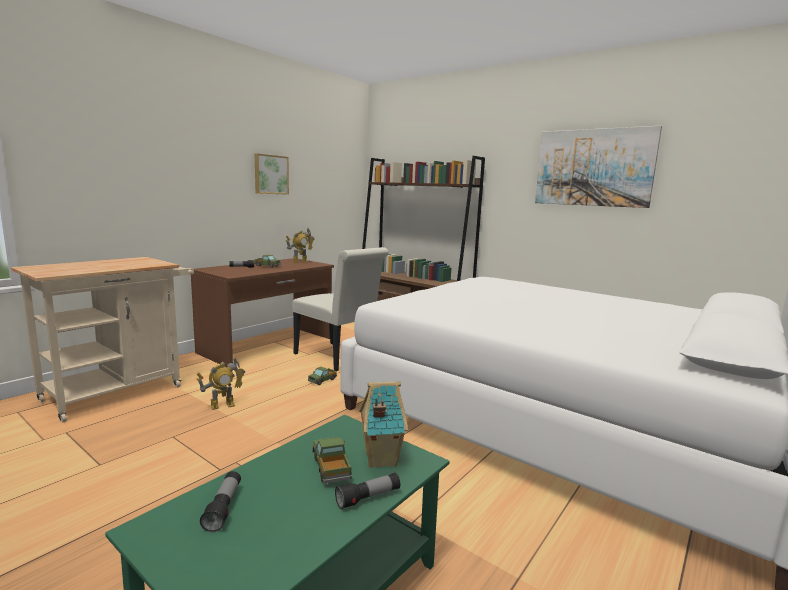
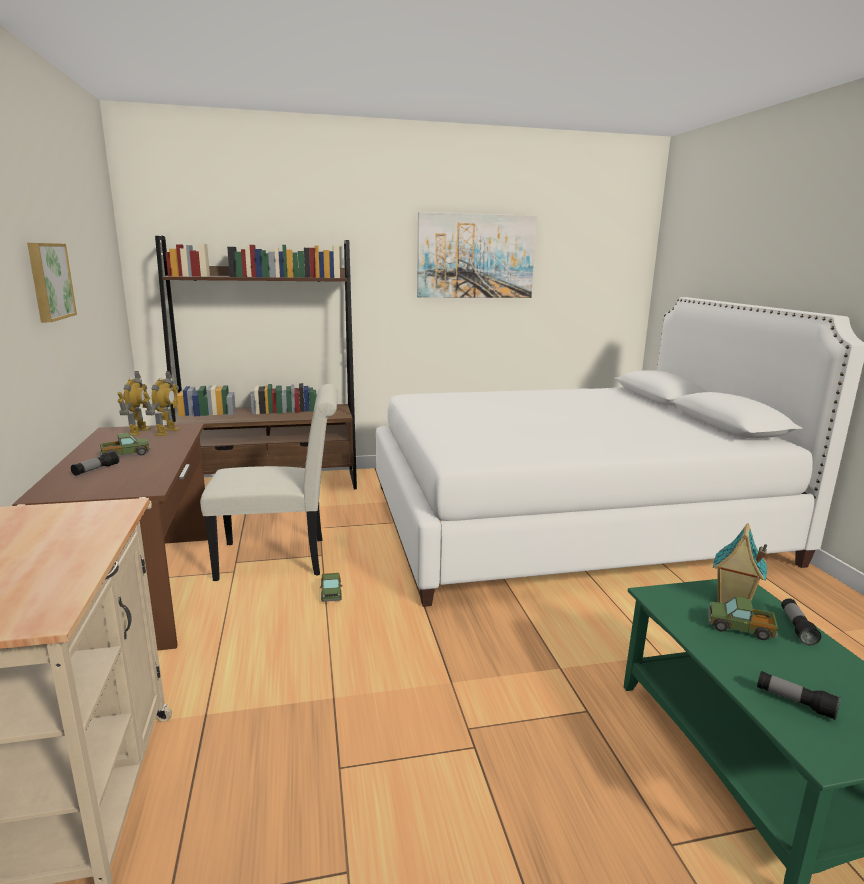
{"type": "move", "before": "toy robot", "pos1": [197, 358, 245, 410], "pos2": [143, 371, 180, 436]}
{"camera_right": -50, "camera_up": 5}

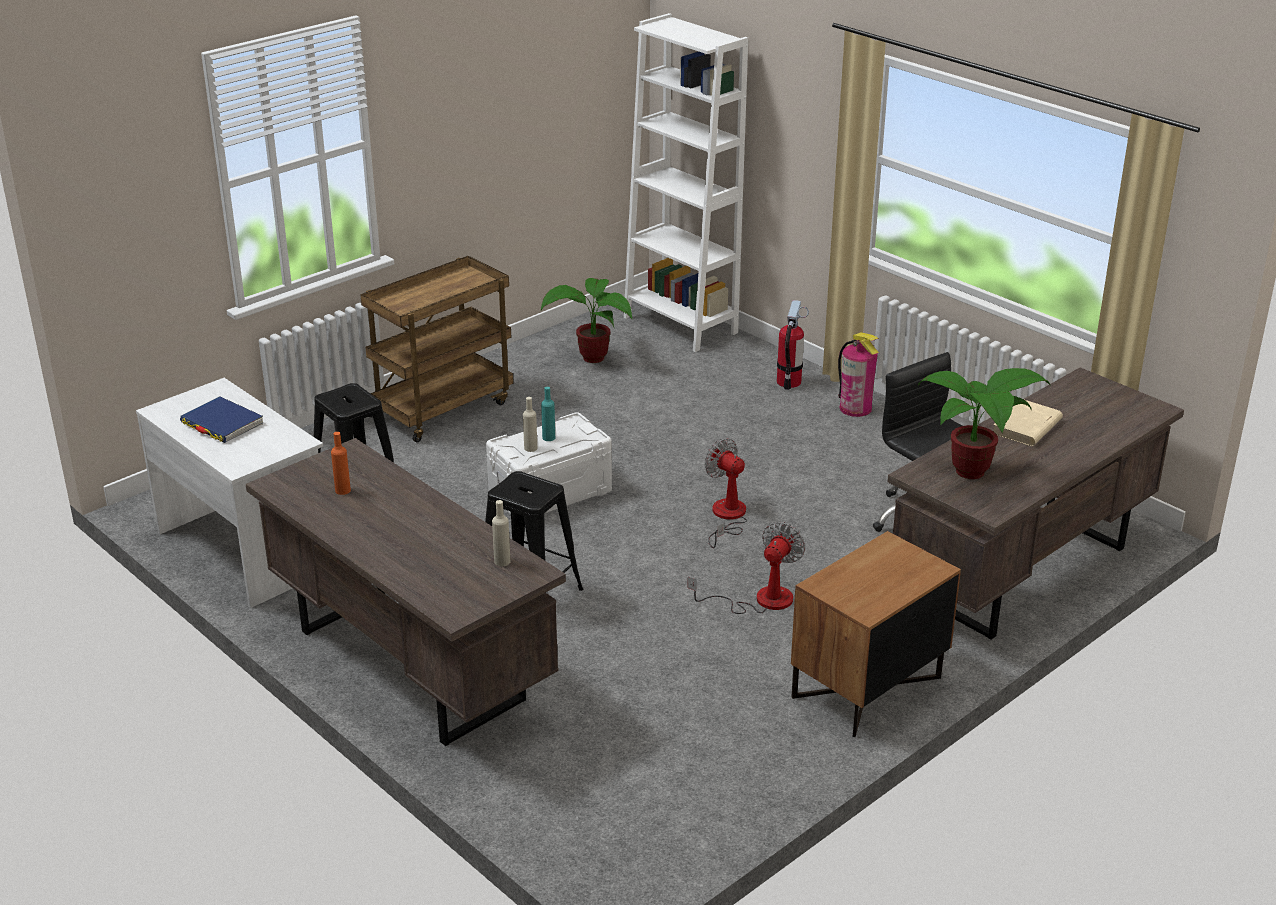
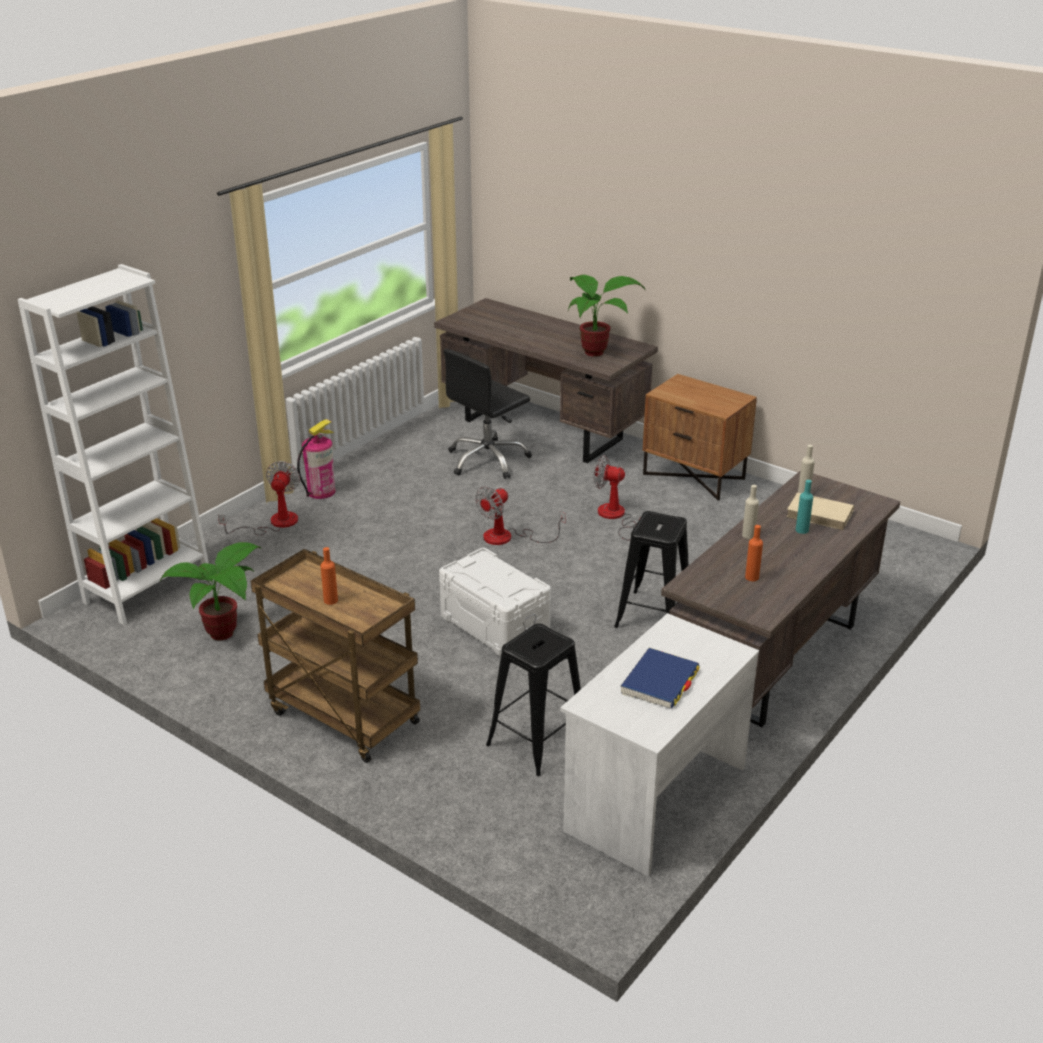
{"type": "insert", "after": "bottle in orange", "pos2": [320, 547, 338, 605]}
{"type": "move", "before": "bottle in beige", "pos1": [523, 397, 537, 452], "pos2": [742, 485, 759, 539]}
{"type": "move", "before": "bottle in turquoise", "pos1": [541, 387, 555, 441], "pos2": [796, 480, 813, 534]}
{"type": "move", "before": "book in beige", "pos1": [993, 400, 1063, 446], "pos2": [786, 493, 854, 530]}
{"type": "replace", "before": "fire extinguisher", "after": "fan", "pos1": [777, 300, 809, 390], "pos2": [218, 461, 300, 535]}
{"camera_right": -100, "camera_up": 0}

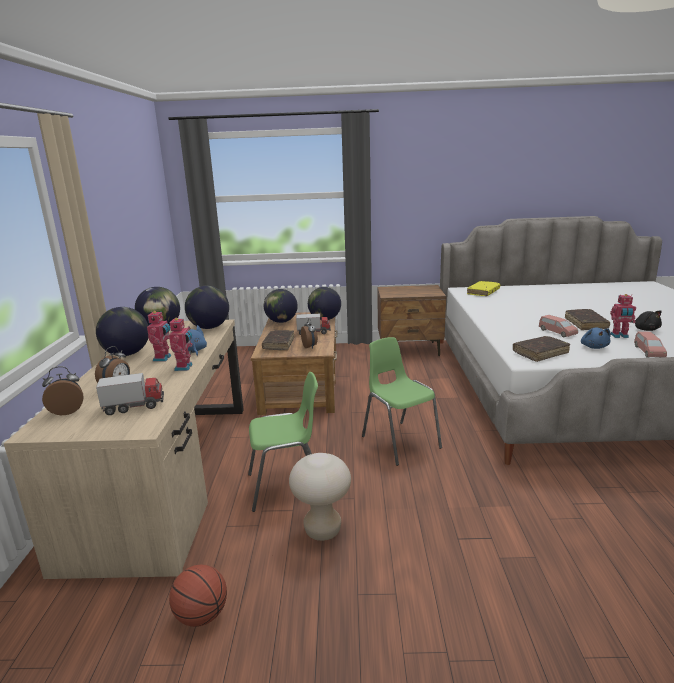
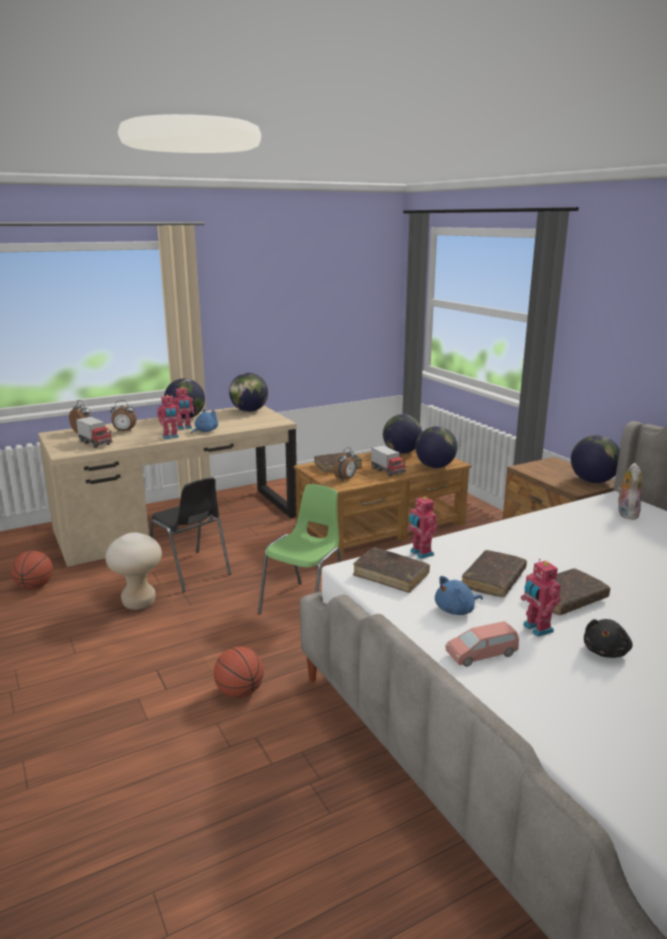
{"type": "insert", "after": "basketball", "pos2": [214, 646, 264, 698]}
{"type": "insert", "after": "toy robot", "pos2": [407, 495, 437, 559]}
{"type": "move", "before": "globe", "pos1": [185, 286, 229, 329], "pos2": [571, 435, 620, 483]}
{"type": "replace", "before": "book in yellow", "after": "plush toy", "pos1": [467, 281, 500, 296], "pos2": [617, 463, 642, 520]}
{"type": "replace", "before": "toy car in pink", "after": "book in brown", "pos1": [539, 315, 578, 337], "pos2": [462, 550, 527, 597]}
{"type": "recolor", "before": "chair in green", "after": "chair in black", "pos1": [248, 372, 318, 512], "pos2": [150, 477, 231, 593]}
{"camera_right": 60, "camera_up": 0}

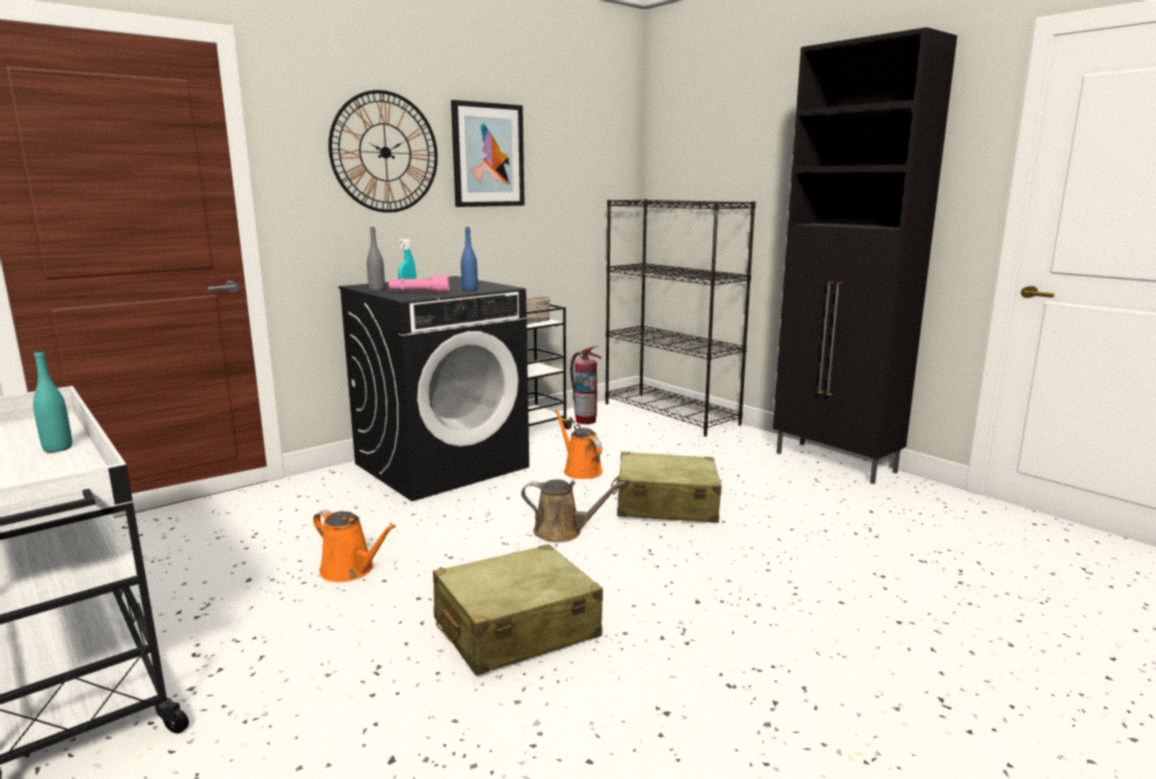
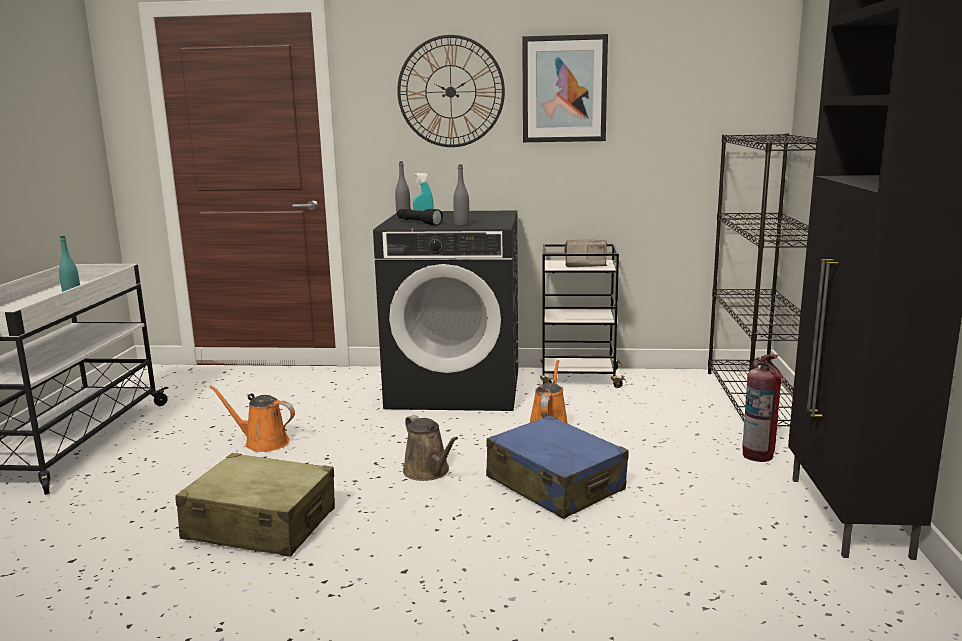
{"type": "move", "before": "fire extinguisher", "pos1": [570, 346, 602, 424], "pos2": [742, 354, 781, 462]}
{"type": "recolor", "before": "flashlight in pink", "after": "flashlight in black", "pos1": [388, 275, 450, 293], "pos2": [397, 208, 443, 225]}
{"type": "recolor", "before": "bottle in blue", "after": "bottle in grey", "pos1": [461, 227, 478, 291], "pos2": [453, 164, 469, 226]}
{"type": "recolor", "before": "suitcase in beige", "after": "suitcase in blue", "pos1": [611, 452, 722, 523], "pos2": [486, 415, 629, 519]}
{"type": "rotate", "before": "watering can in orange", "pos1": [313, 510, 396, 582], "pos2": [209, 385, 295, 452], "turn": 120}
{"camera_right": 45, "camera_up": 0}

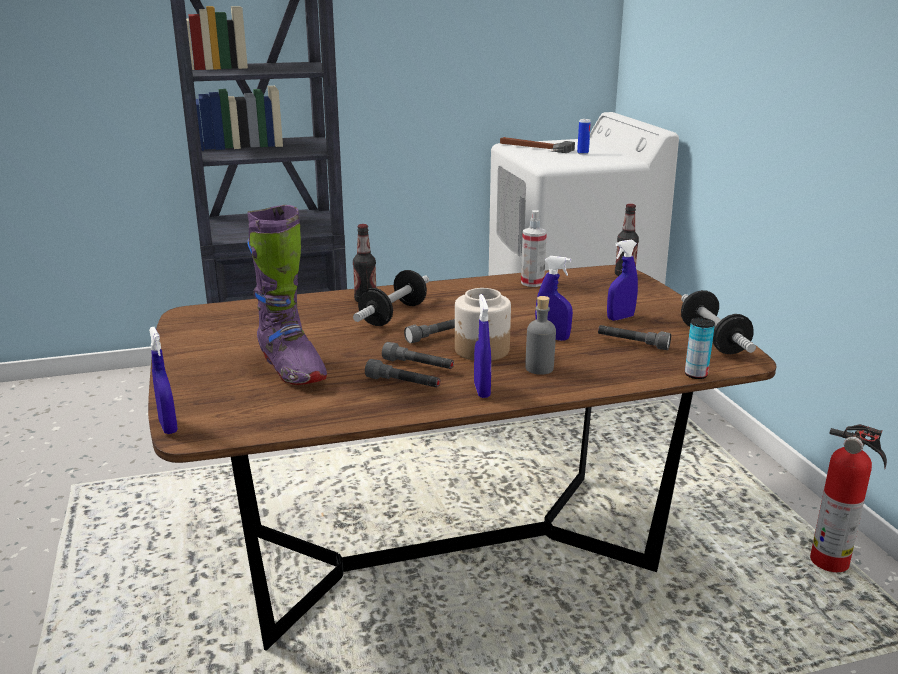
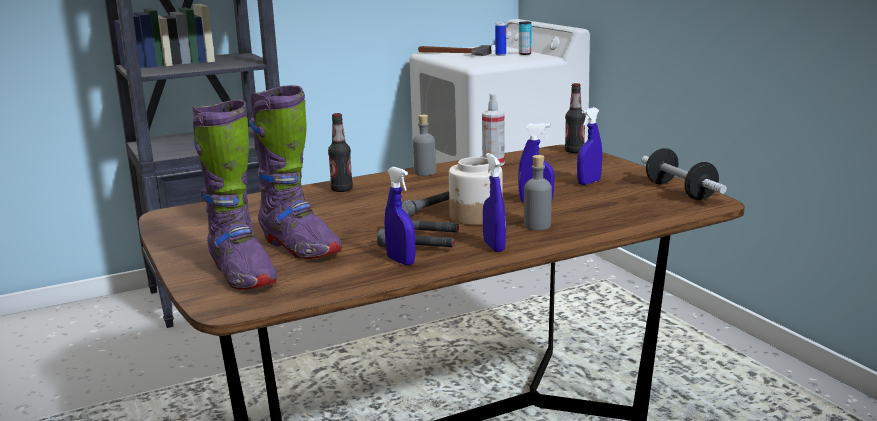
{"type": "delete", "before": "dumbbell", "pos1": [353, 270, 429, 326]}
{"type": "delete", "before": "flashlight in grey", "pos1": [598, 325, 671, 350]}
{"type": "delete", "before": "fire extinguisher", "pos1": [810, 424, 887, 572]}
{"type": "insert", "after": "boot in purple", "pos2": [192, 99, 277, 290]}
{"type": "insert", "after": "bottle in grey", "pos2": [413, 115, 436, 176]}
{"type": "move", "before": "spray bottle in blue", "pos1": [149, 327, 178, 434], "pos2": [385, 167, 416, 265]}
{"type": "move", "before": "can", "pos1": [685, 318, 715, 379], "pos2": [519, 21, 531, 55]}
{"camera_right": -10, "camera_up": -5}

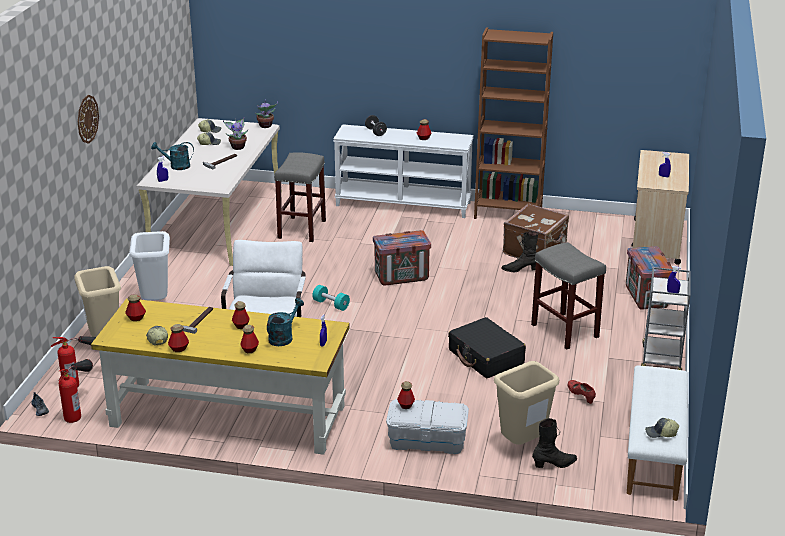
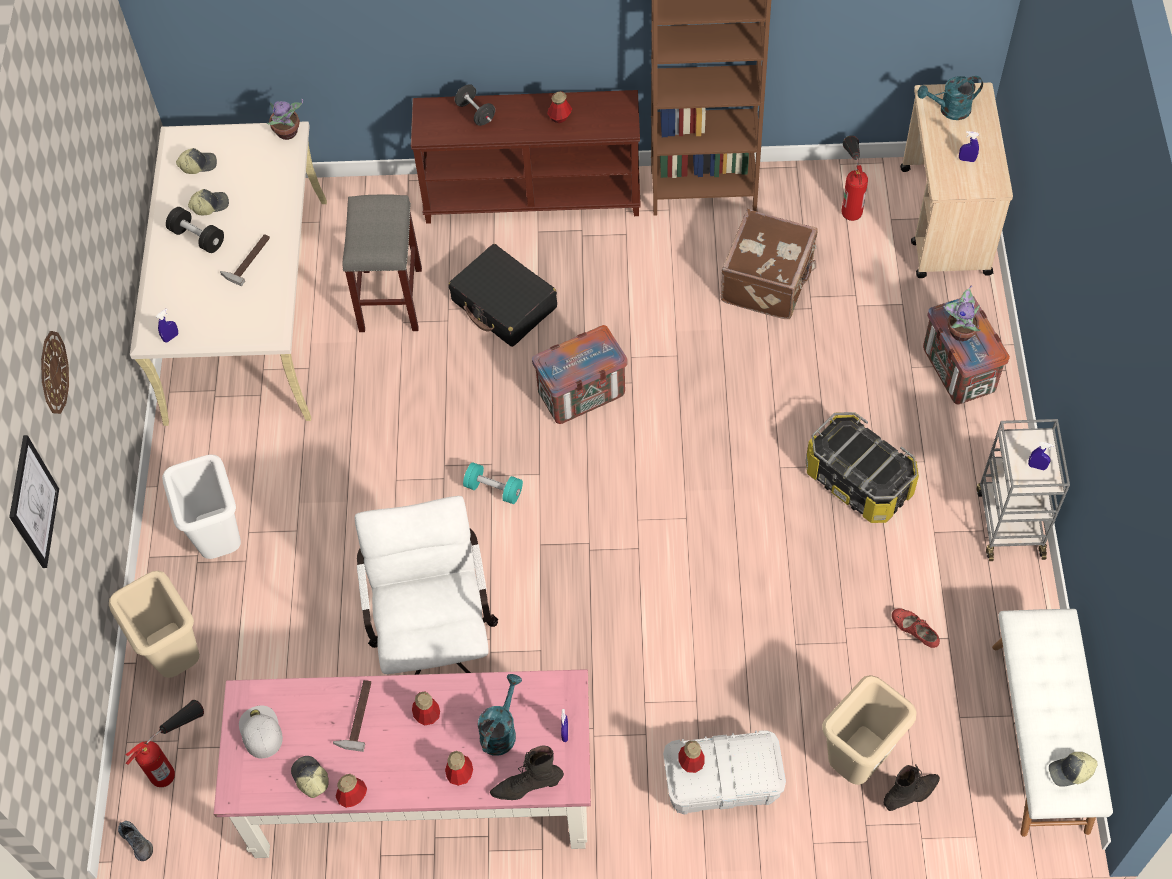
{"type": "insert", "after": "picture", "pos2": [9, 435, 59, 568]}
{"type": "insert", "after": "dumbbell in black", "pos2": [166, 207, 224, 253]}
{"type": "move", "before": "fire extinguisher", "pos1": [59, 359, 93, 423], "pos2": [842, 135, 868, 221]}
{"type": "move", "before": "watering can in turquoise", "pos1": [151, 142, 194, 170], "pos2": [918, 76, 983, 120]}
{"type": "move", "before": "potted plant", "pos1": [223, 117, 248, 150], "pos2": [943, 285, 981, 341]}
{"type": "move", "before": "suitcase in black", "pos1": [448, 317, 526, 378], "pos2": [448, 244, 557, 347]}
{"type": "move", "before": "boot in black", "pos1": [502, 231, 538, 272], "pos2": [490, 746, 564, 800]}
{"type": "replace", "before": "bottle", "after": "cap in white", "pos1": [125, 294, 146, 321], "pos2": [239, 705, 283, 759]}
{"type": "replace", "before": "stool in grey", "after": "storage box", "pos1": [531, 242, 606, 350], "pos2": [806, 412, 919, 523]}
{"type": "recolor", "before": "desk in yellow", "after": "desk in pink", "pos1": [91, 298, 350, 455], "pos2": [214, 669, 591, 858]}
{"type": "recolor", "before": "console table in white", "after": "console table in brown", "pos1": [333, 124, 474, 218], "pos2": [411, 90, 641, 224]}
{"camera_right": -10, "camera_up": 30}

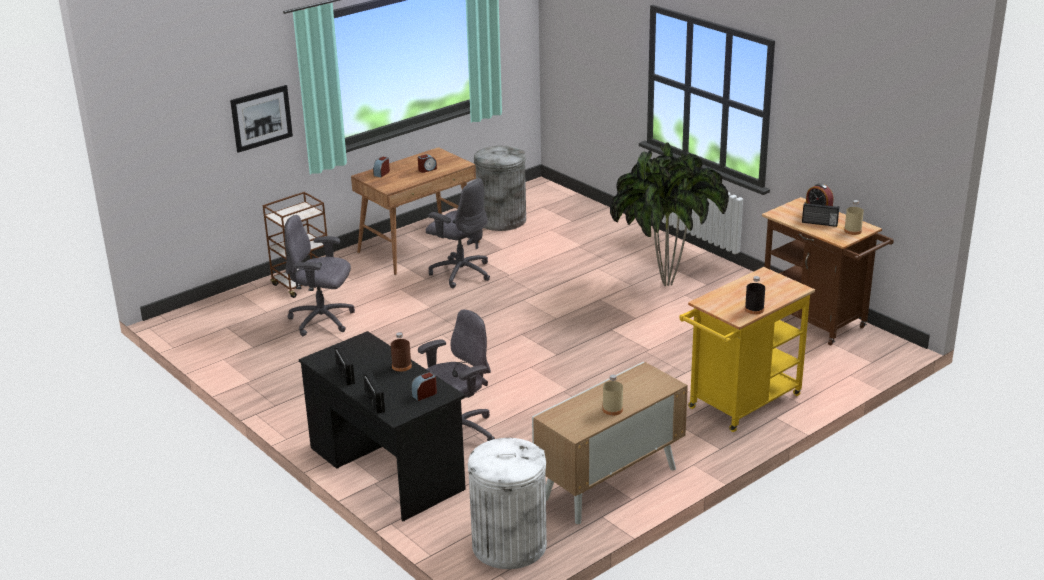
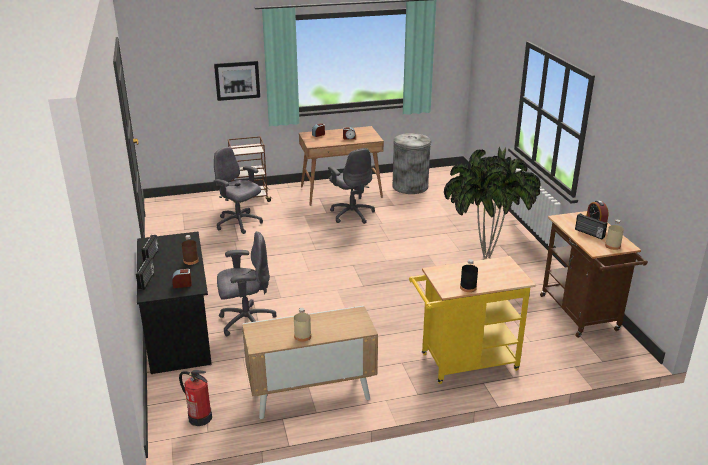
{"type": "replace", "before": "trash can in white", "after": "fire extinguisher", "pos1": [468, 438, 547, 569], "pos2": [179, 370, 212, 426]}
{"camera_right": 25, "camera_up": 0}

